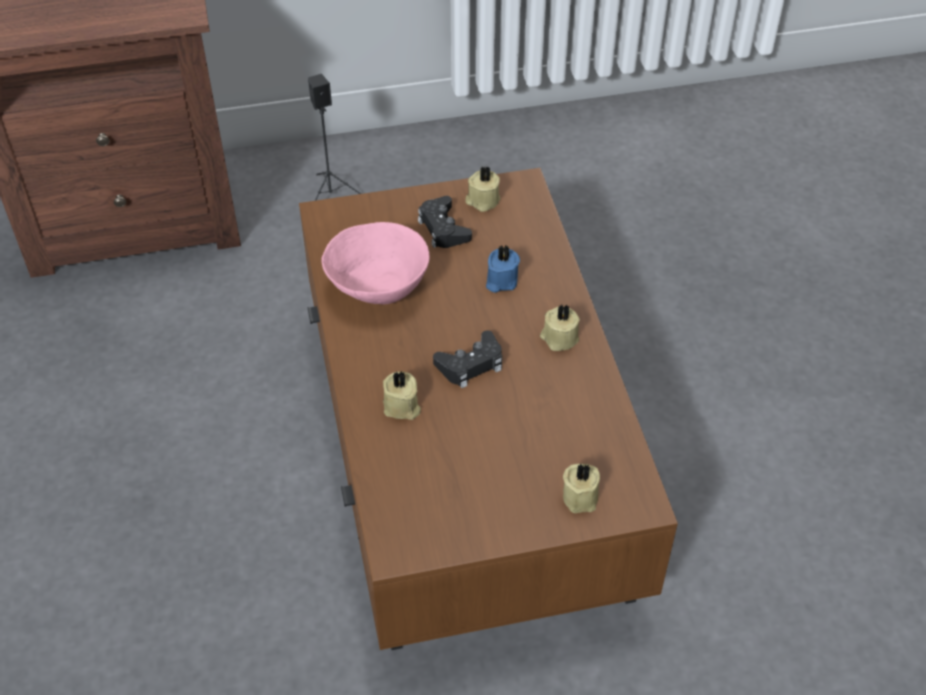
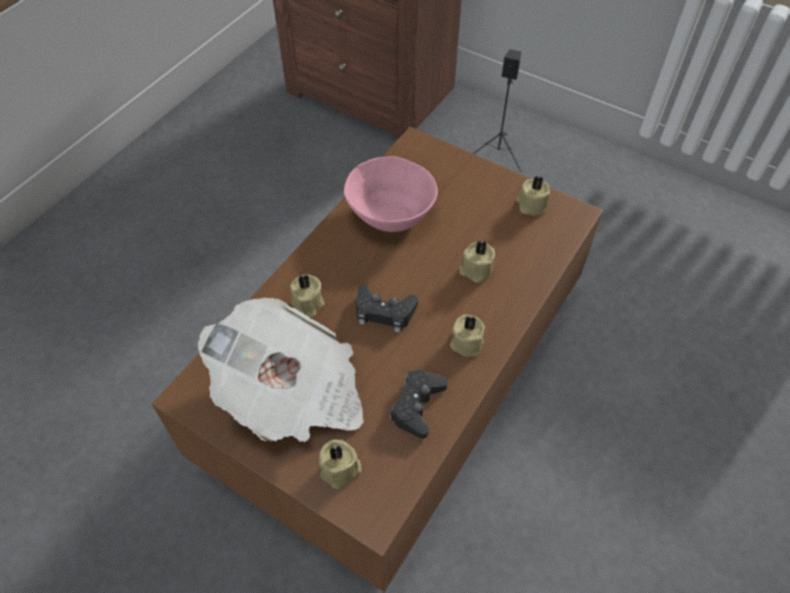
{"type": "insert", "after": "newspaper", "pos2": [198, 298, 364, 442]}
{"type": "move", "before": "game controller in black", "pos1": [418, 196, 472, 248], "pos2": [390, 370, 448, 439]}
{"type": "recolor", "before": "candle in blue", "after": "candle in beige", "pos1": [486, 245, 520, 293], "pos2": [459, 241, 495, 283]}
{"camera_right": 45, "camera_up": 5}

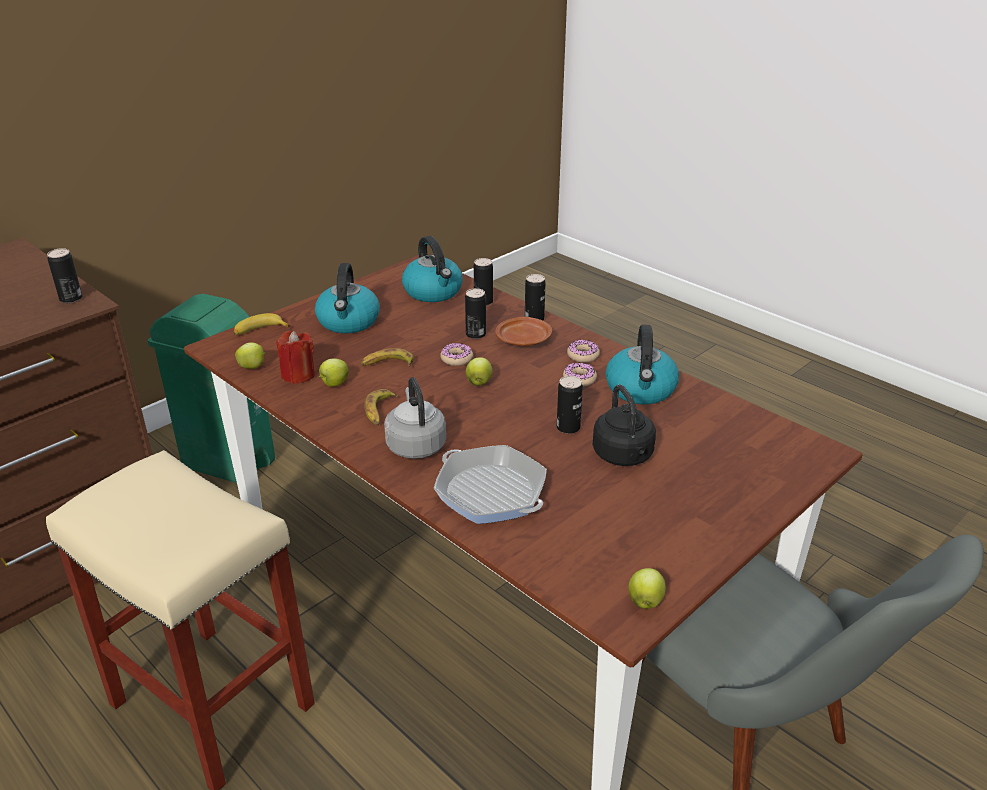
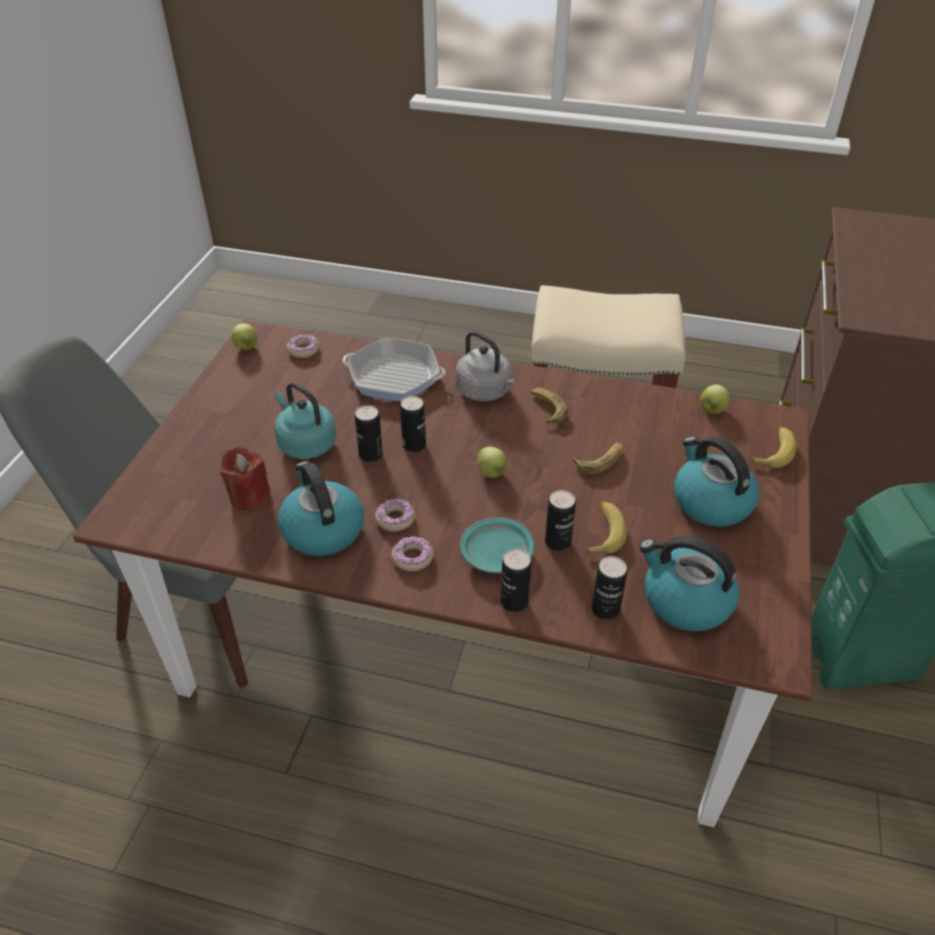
{"type": "delete", "before": "apple", "pos1": [319, 358, 349, 387]}
{"type": "insert", "after": "banana", "pos2": [587, 501, 627, 554]}
{"type": "move", "before": "can", "pos1": [47, 248, 82, 303], "pos2": [400, 396, 426, 452]}
{"type": "move", "before": "candle in red", "pos1": [276, 331, 315, 384], "pos2": [221, 446, 271, 510]}
{"type": "move", "before": "donut", "pos1": [440, 343, 473, 366], "pos2": [287, 334, 319, 358]}
{"type": "recolor", "before": "plate in brown", "after": "plate in turquoise", "pos1": [495, 317, 552, 347], "pos2": [460, 518, 534, 573]}
{"type": "recolor", "before": "kettle in black", "after": "kettle in turquoise", "pos1": [593, 384, 656, 466], "pos2": [274, 382, 336, 459]}
{"camera_right": 150, "camera_up": 10}

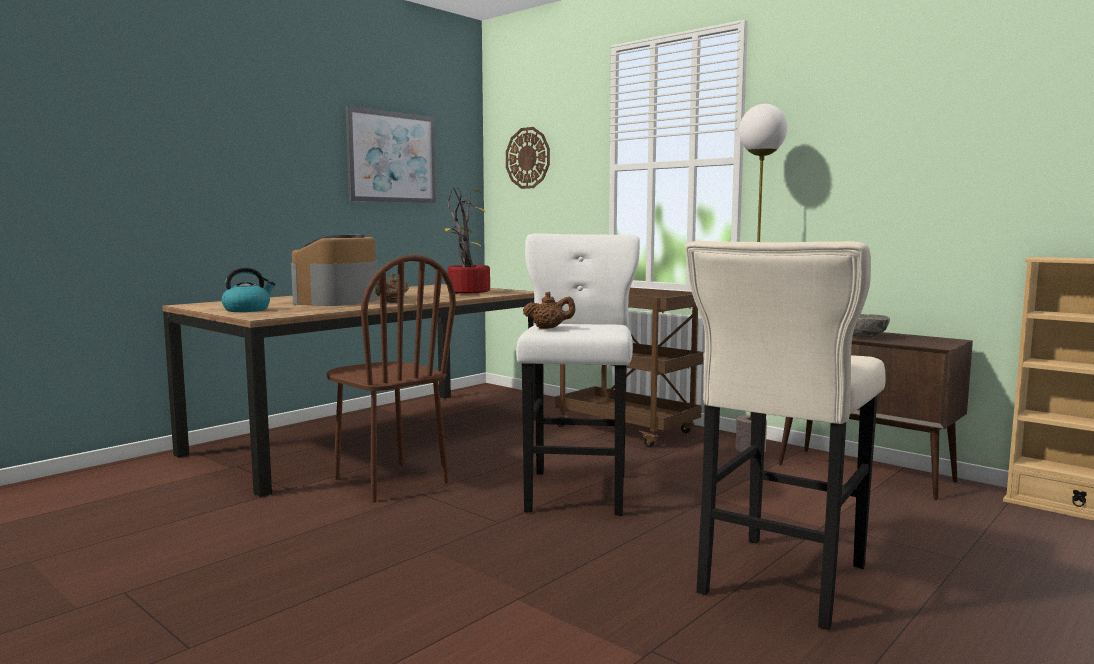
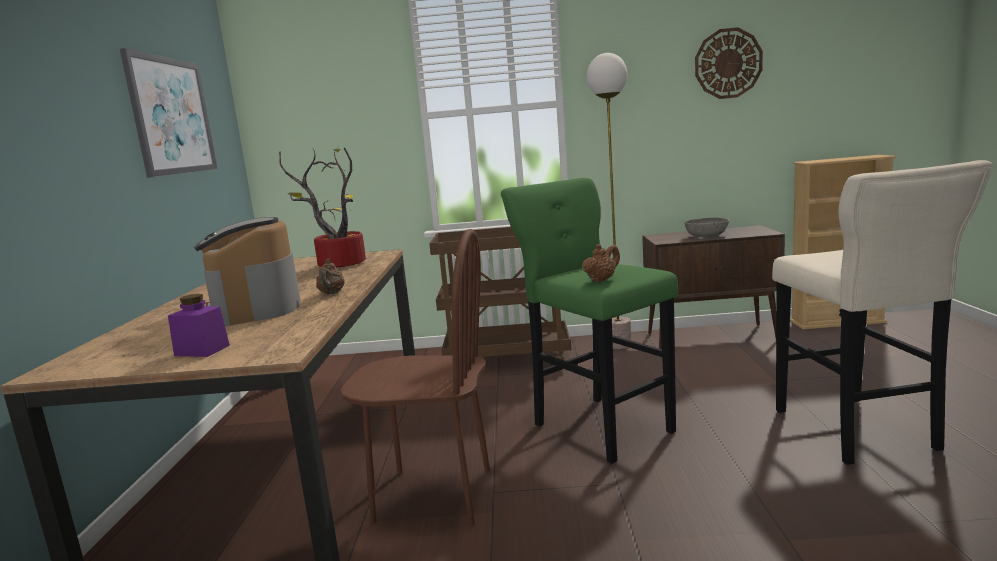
{"type": "move", "before": "wall clock", "pos1": [506, 127, 550, 189], "pos2": [695, 27, 763, 99]}
{"type": "replace", "before": "kettle", "after": "jar in purple", "pos1": [222, 267, 276, 312], "pos2": [168, 294, 230, 357]}
{"type": "recolor", "before": "stool in white", "after": "stool in green", "pos1": [516, 233, 640, 516], "pos2": [501, 178, 678, 464]}
{"camera_right": -40, "camera_up": 5}

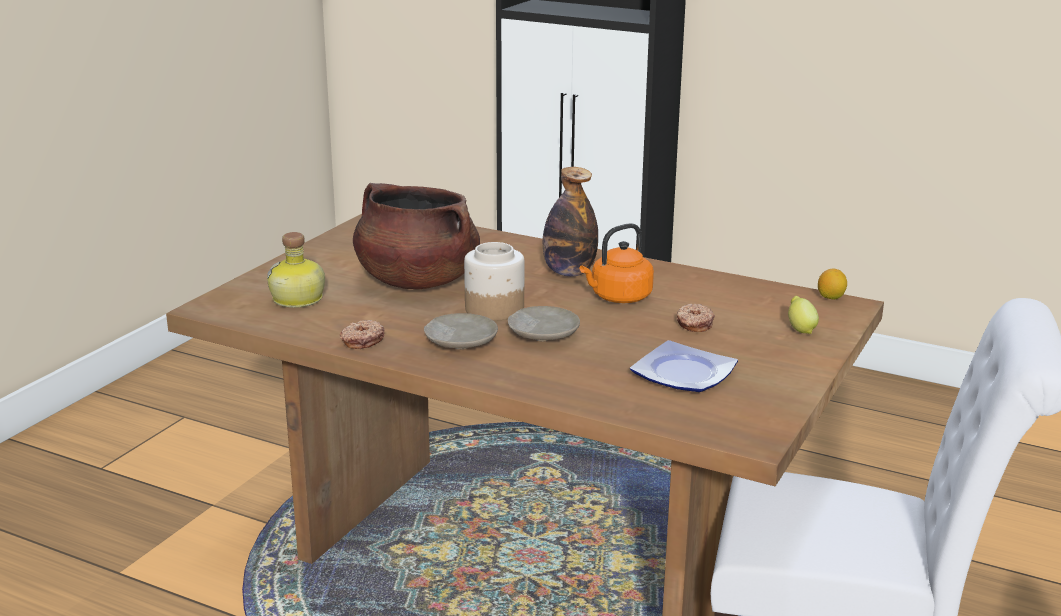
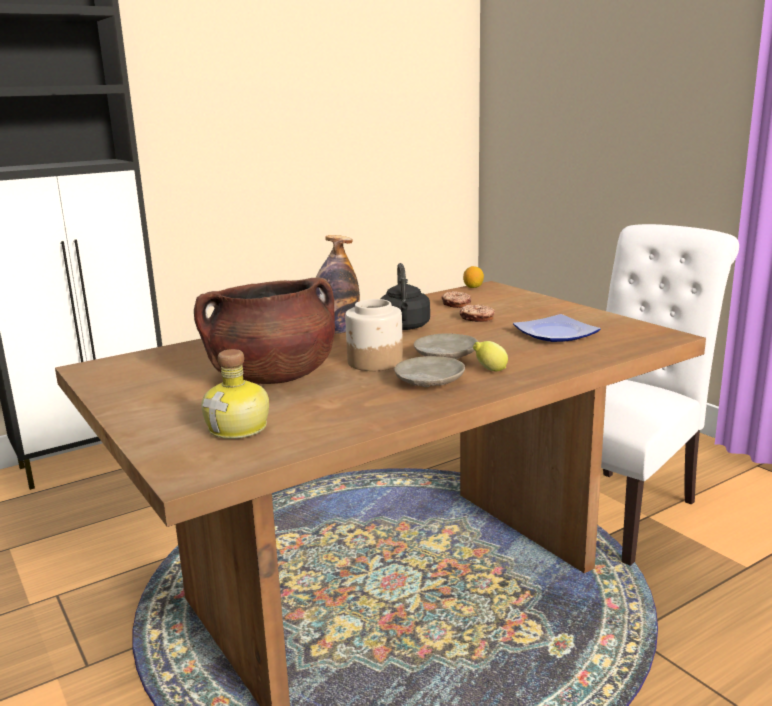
{"type": "move", "before": "donut", "pos1": [340, 320, 385, 349], "pos2": [441, 291, 471, 308]}
{"type": "move", "before": "lemon", "pos1": [788, 296, 819, 334], "pos2": [473, 341, 508, 371]}
{"type": "recolor", "before": "kettle in orange", "after": "kettle in black", "pos1": [580, 223, 654, 303], "pos2": [381, 263, 430, 330]}
{"camera_right": -60, "camera_up": -5}

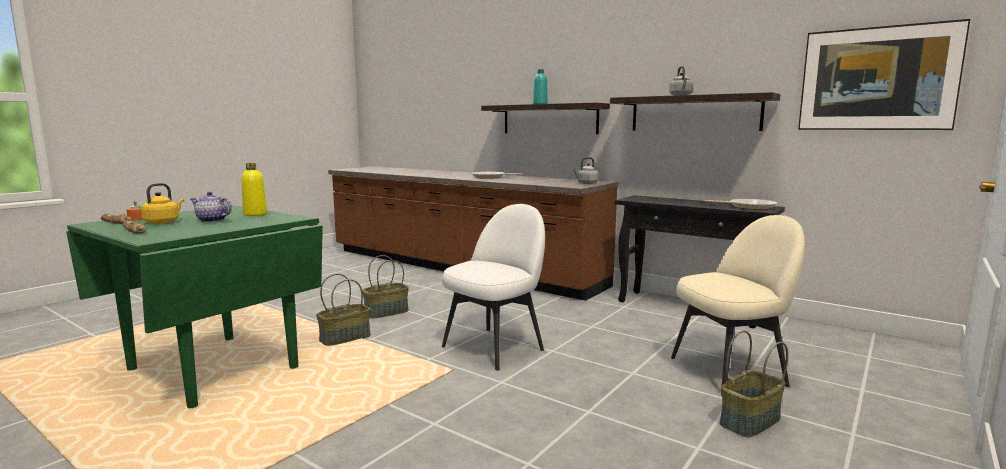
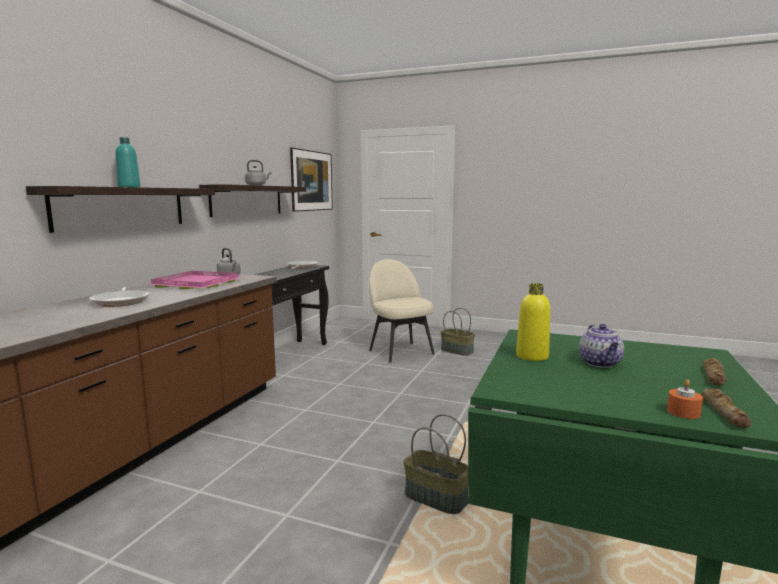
{"type": "delete", "before": "kettle in yellow", "pos1": [141, 183, 184, 224]}
{"type": "delete", "before": "basket", "pos1": [362, 255, 409, 319]}
{"type": "delete", "before": "chair in white", "pos1": [442, 204, 545, 371]}
{"type": "insert", "after": "tray in pink", "pos2": [147, 271, 242, 289]}
{"camera_right": -105, "camera_up": 0}

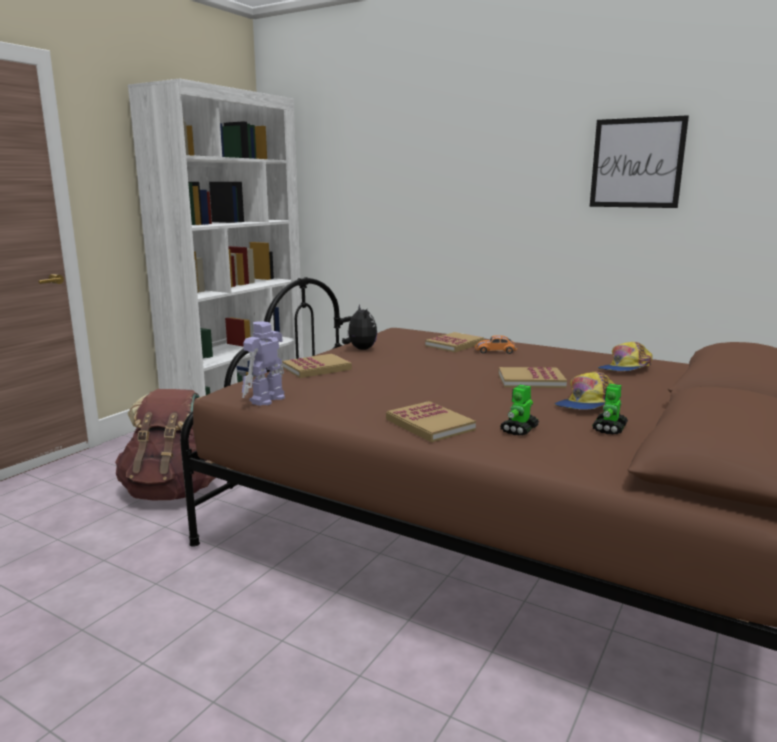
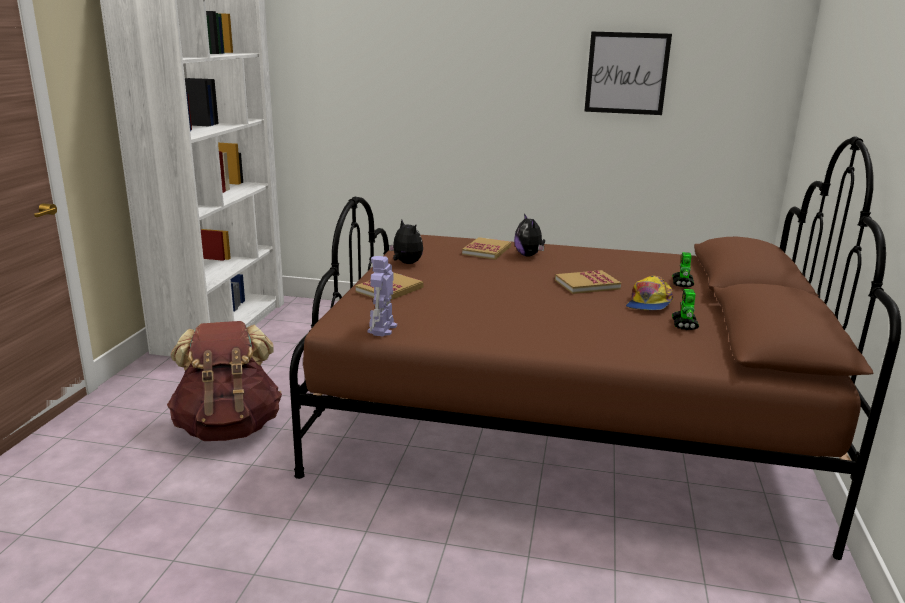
{"type": "delete", "before": "book", "pos1": [386, 401, 476, 442]}
{"type": "delete", "before": "cap", "pos1": [597, 342, 653, 371]}
{"type": "move", "before": "toy robot", "pos1": [500, 385, 539, 435], "pos2": [672, 252, 694, 287]}
{"type": "replace", "before": "toy car in orange", "after": "plush toy", "pos1": [475, 335, 517, 354], "pos2": [514, 213, 545, 256]}
{"camera_right": -20, "camera_up": 5}

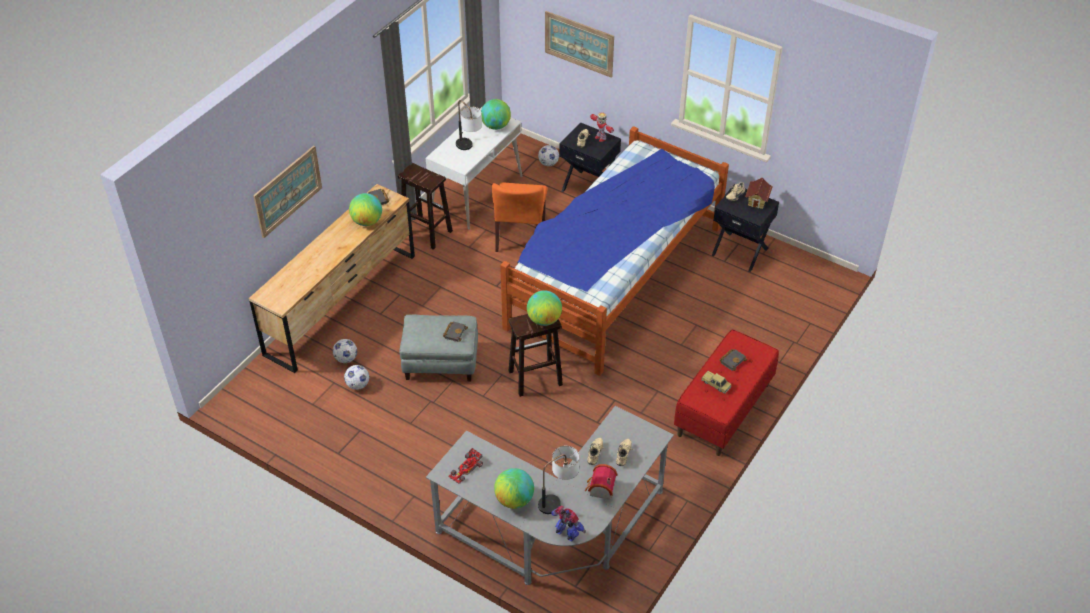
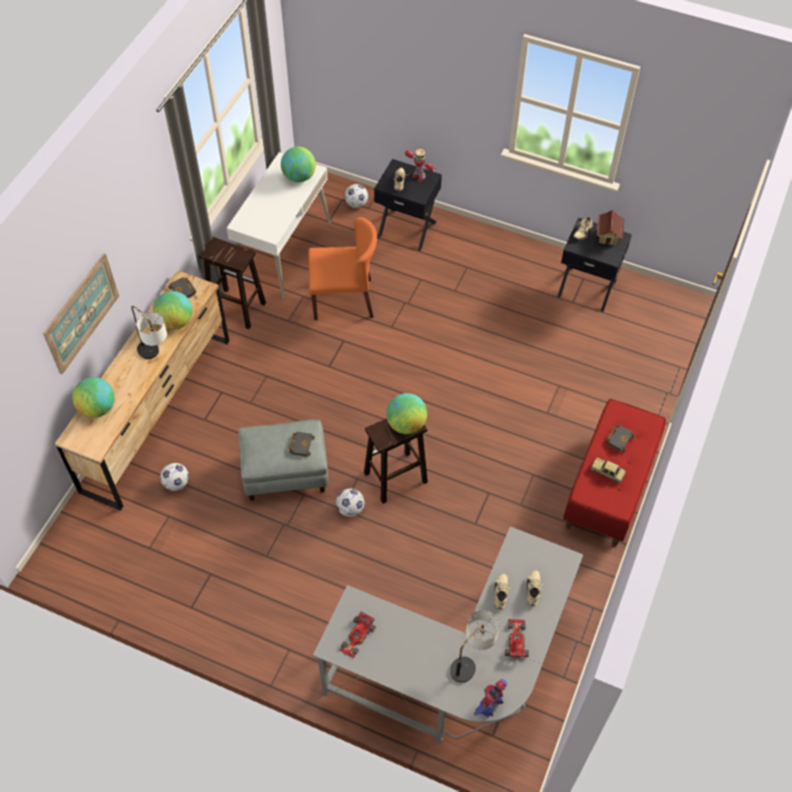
{"type": "delete", "before": "bed", "pos1": [500, 126, 729, 376]}
{"type": "delete", "before": "picture", "pos1": [545, 11, 614, 78]}
{"type": "move", "before": "football", "pos1": [344, 365, 369, 390], "pos2": [336, 489, 364, 517]}
{"type": "move", "before": "table lamp", "pos1": [456, 100, 482, 150], "pos2": [131, 306, 167, 359]}
{"type": "move", "before": "globe", "pos1": [494, 468, 534, 509], "pos2": [72, 377, 114, 418]}
{"type": "replace", "before": "toy house", "after": "toy car", "pos1": [585, 464, 617, 500], "pos2": [505, 619, 529, 658]}
{"type": "rotate", "before": "chair in orange", "pos1": [492, 183, 547, 252], "pos2": [308, 217, 377, 320], "turn": -90}
{"type": "rotate", "before": "toy robot", "pos1": [551, 506, 586, 541], "pos2": [474, 679, 507, 718], "turn": -75}
{"camera_right": -10, "camera_up": 10}

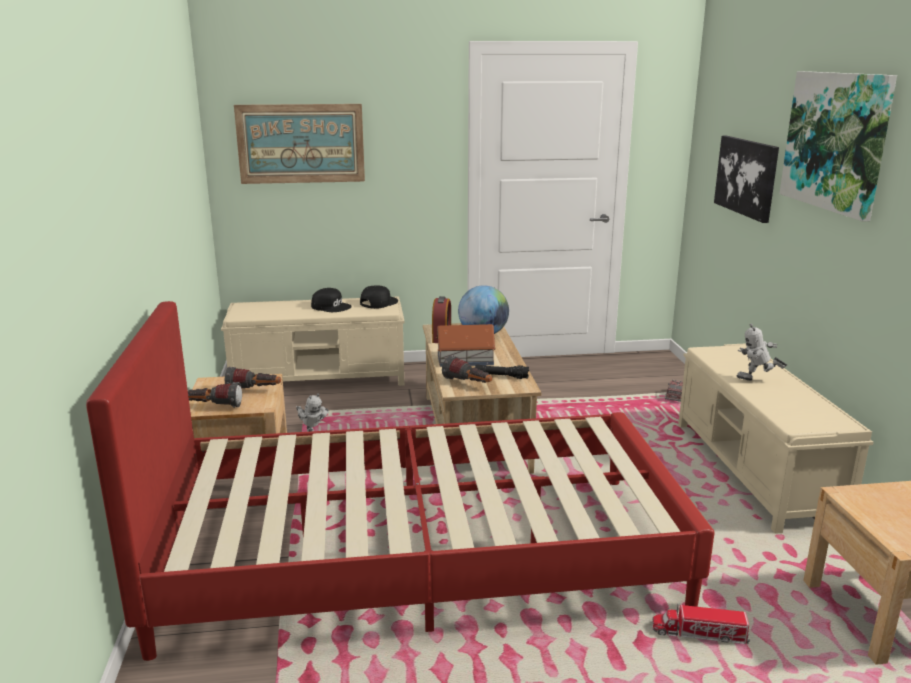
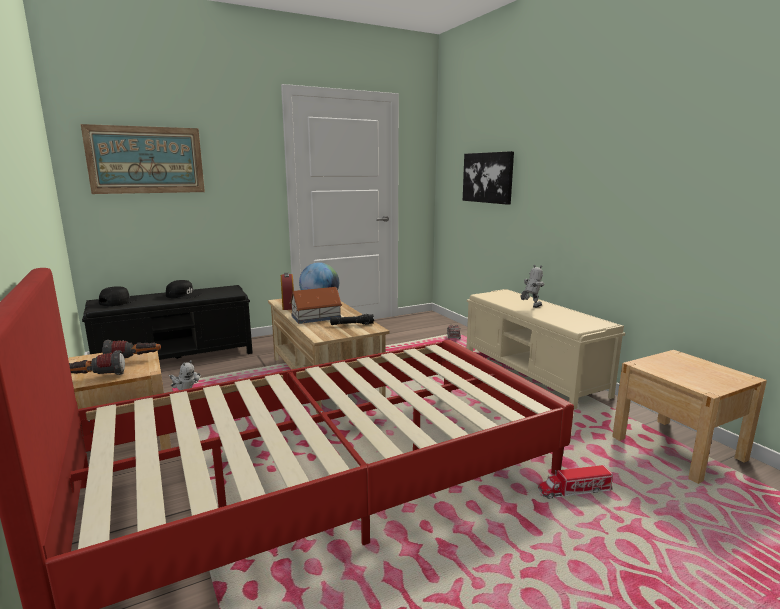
{"type": "delete", "before": "flashlight", "pos1": [442, 355, 492, 383]}
{"type": "delete", "before": "picture", "pos1": [779, 71, 897, 221]}
{"type": "move", "before": "cap in black", "pos1": [360, 285, 398, 309], "pos2": [99, 286, 138, 306]}
{"type": "recolor", "before": "bench in beige", "after": "bench in black", "pos1": [221, 296, 405, 386], "pos2": [82, 285, 253, 360]}
{"type": "rotate", "before": "toy robot", "pos1": [737, 323, 787, 381], "pos2": [520, 265, 545, 308], "turn": 150}
{"camera_right": -20, "camera_up": -5}

